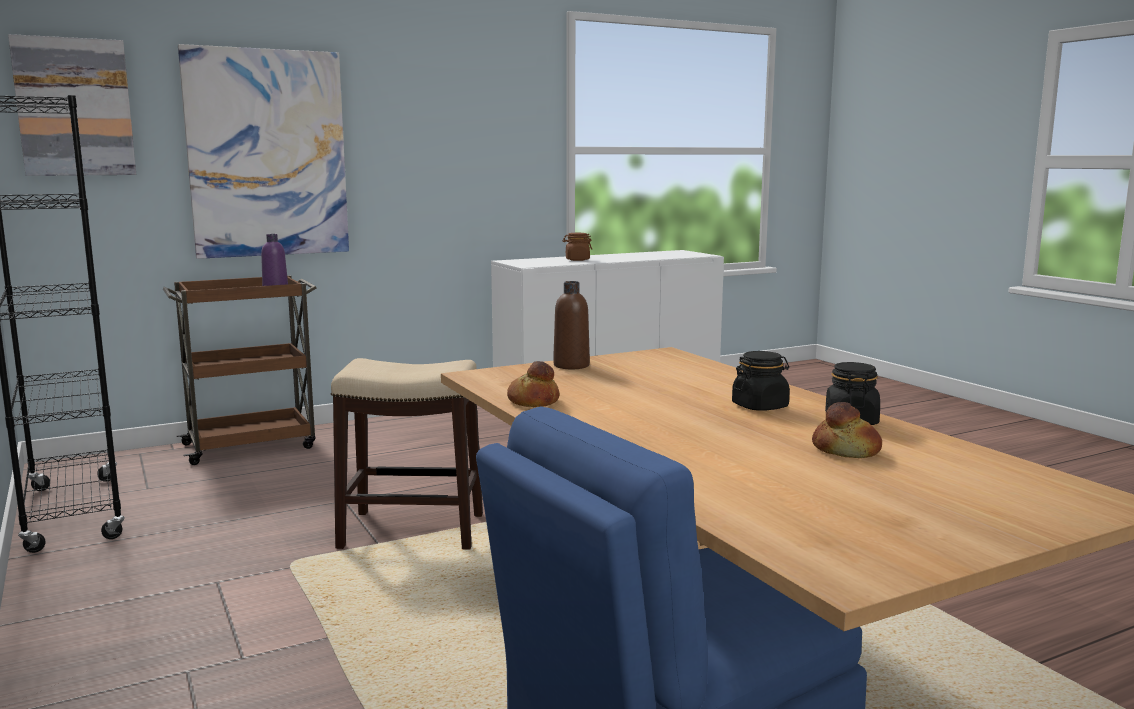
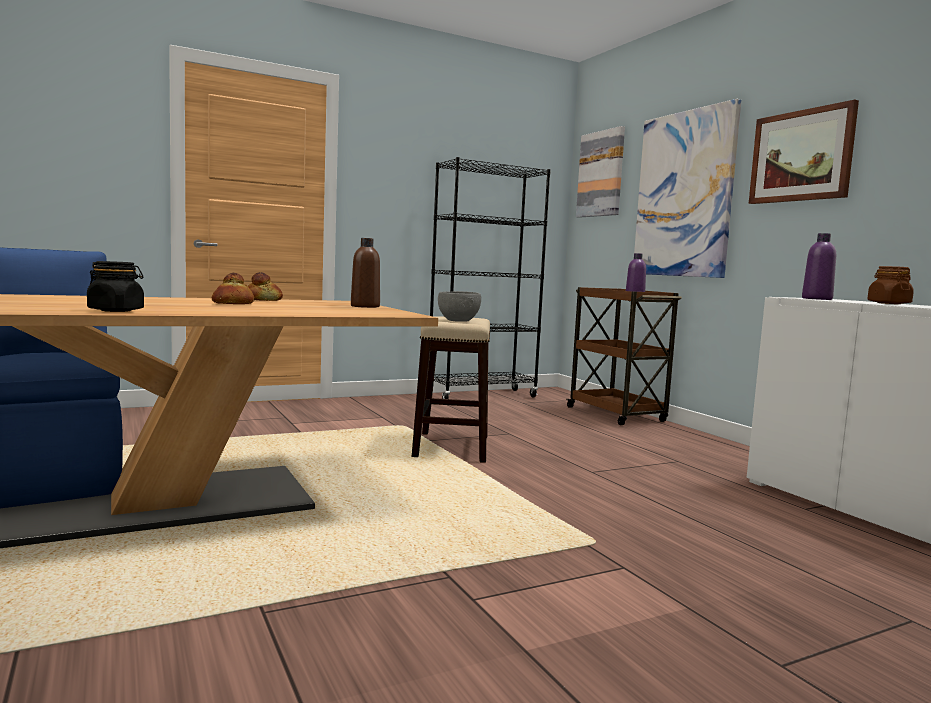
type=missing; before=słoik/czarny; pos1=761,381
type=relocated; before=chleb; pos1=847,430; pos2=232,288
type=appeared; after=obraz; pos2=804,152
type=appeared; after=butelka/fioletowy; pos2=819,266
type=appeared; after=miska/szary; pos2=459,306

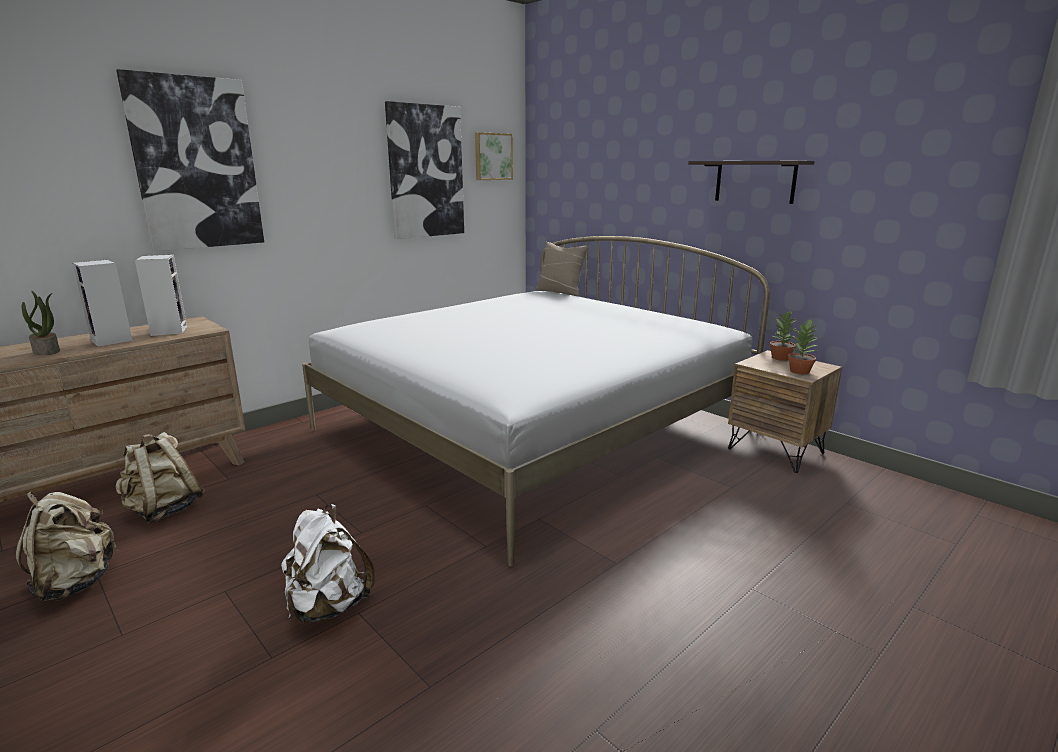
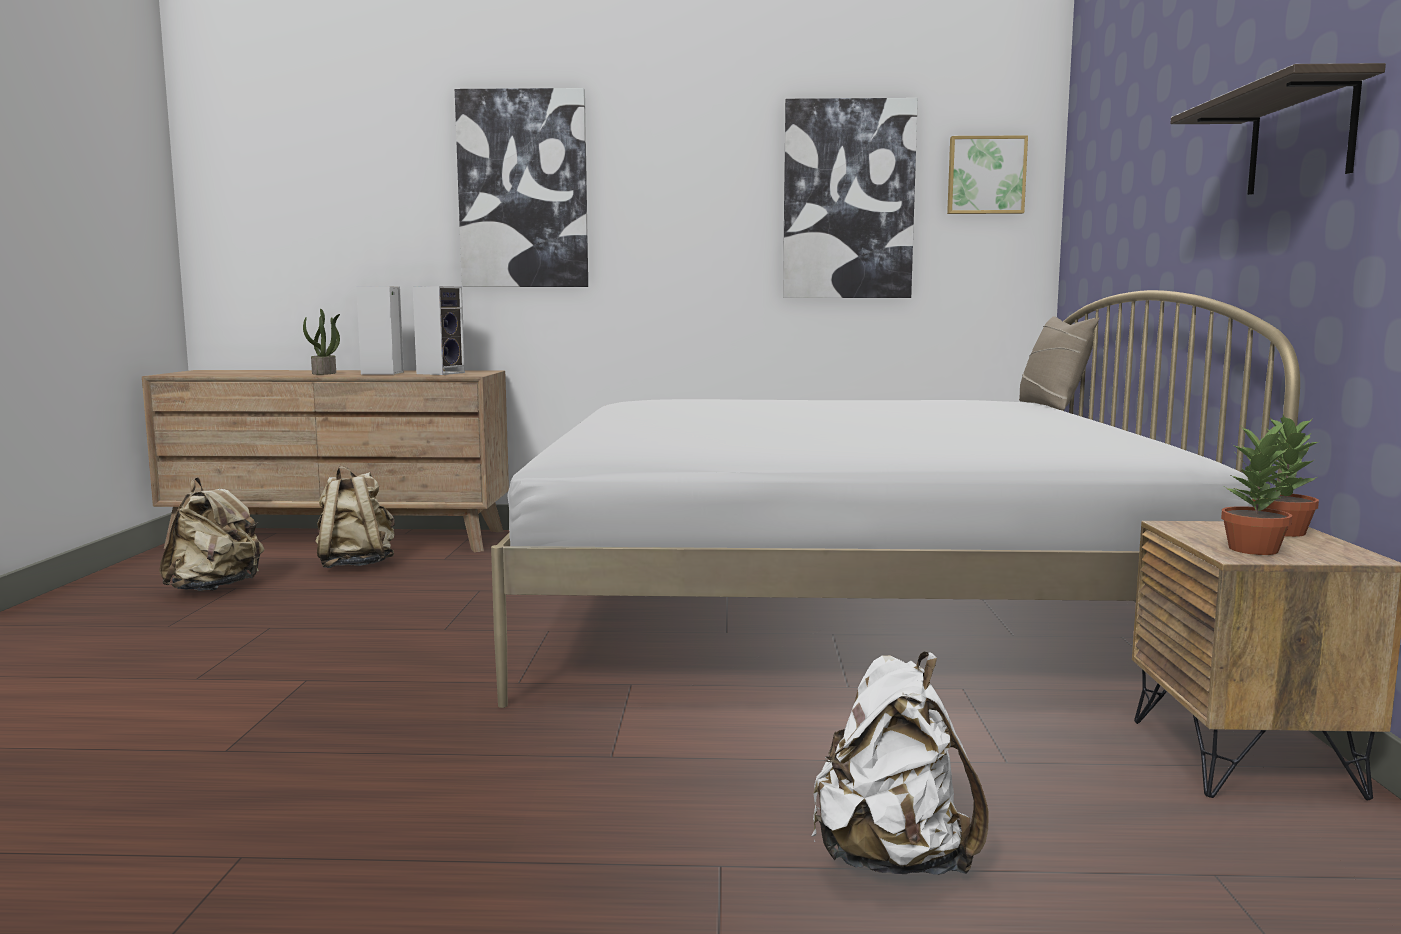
type=relocated; before=plecak/biały; pos1=328,564; pos2=900,763

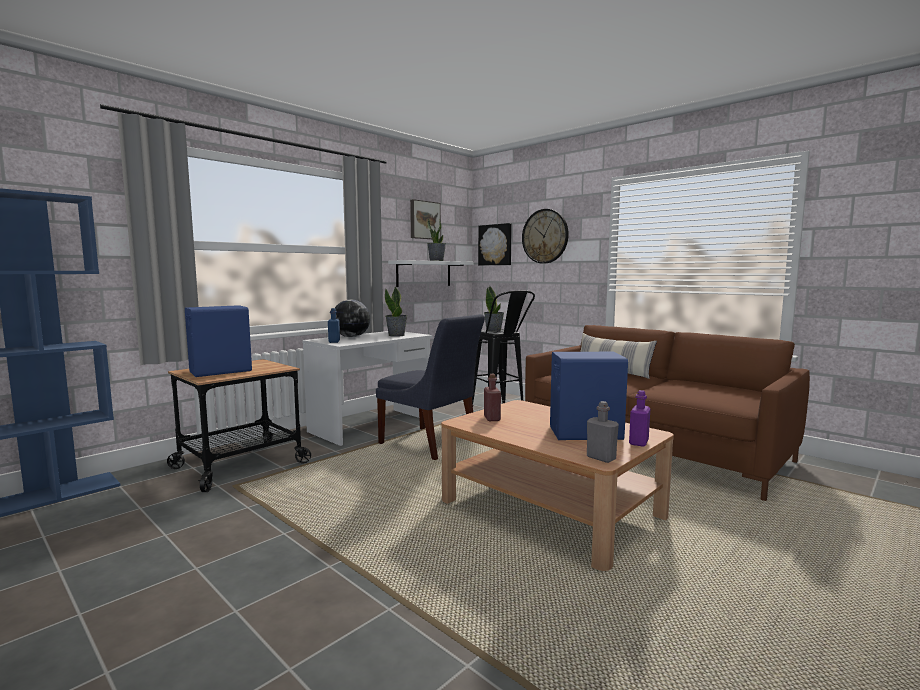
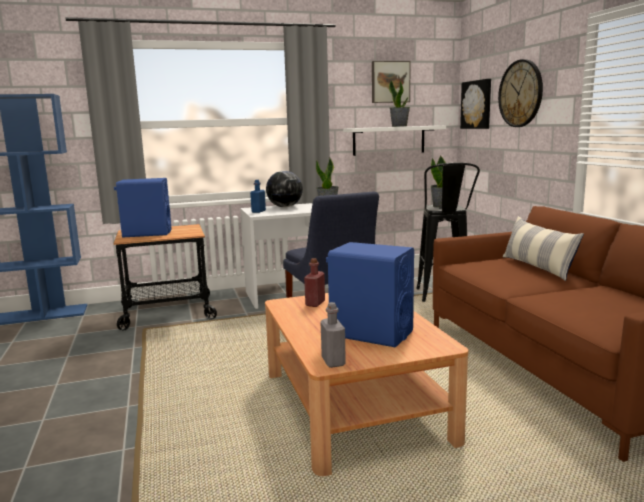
type=missing; before=butelka/fioletowy; pos1=639,418

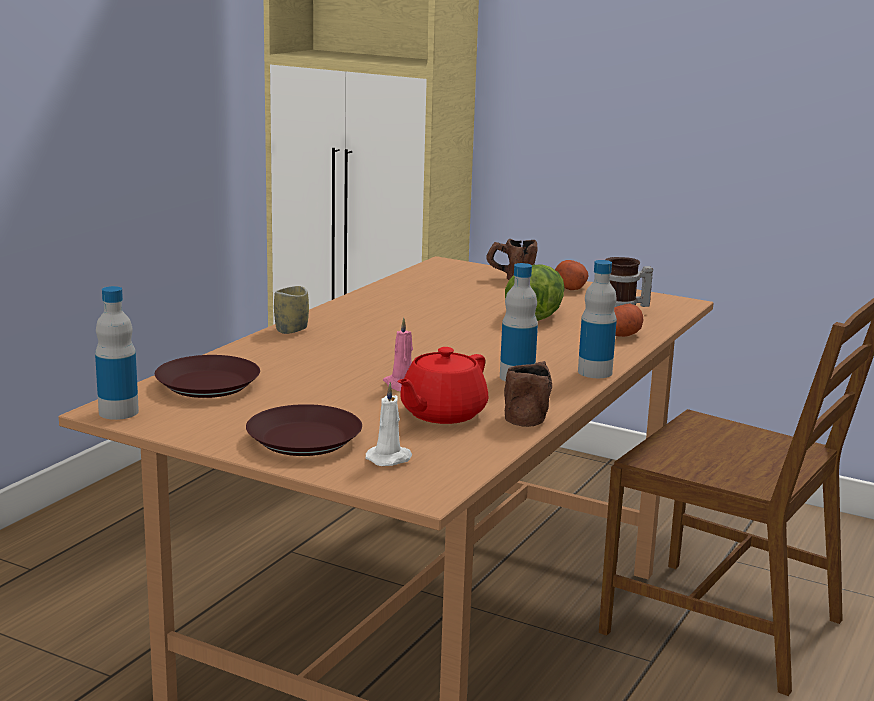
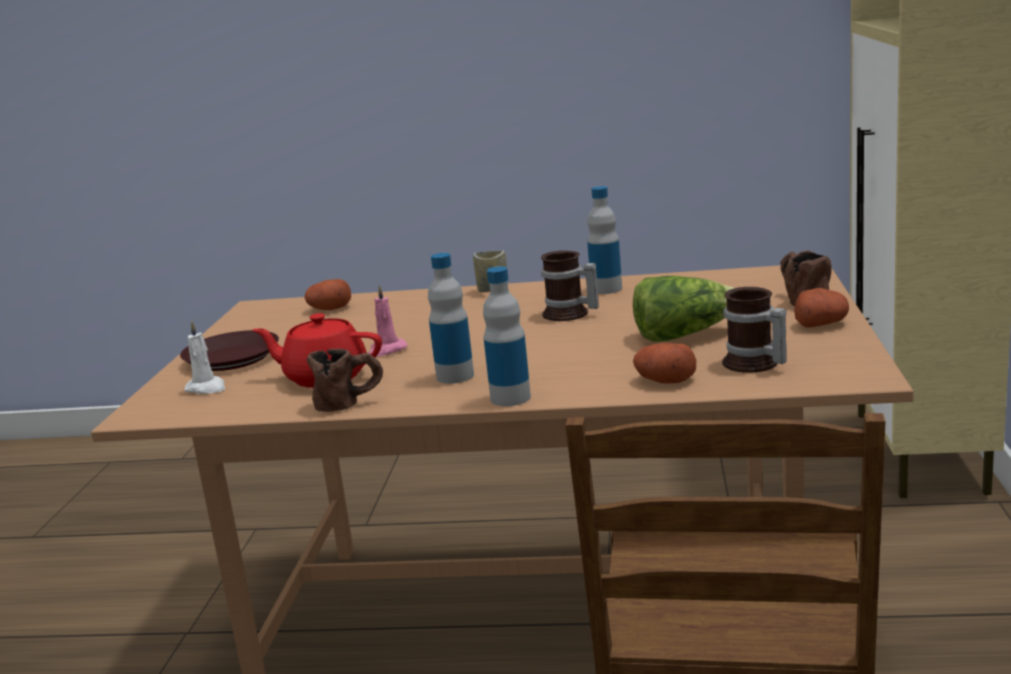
type=relocated; before=butelka; pos1=117,353; pos2=604,240
type=exchanged; before=talerz/brązowy; after=ziemniak; pos1=207,376; pos2=328,294
type=appeared; after=kubek; pos2=570,285

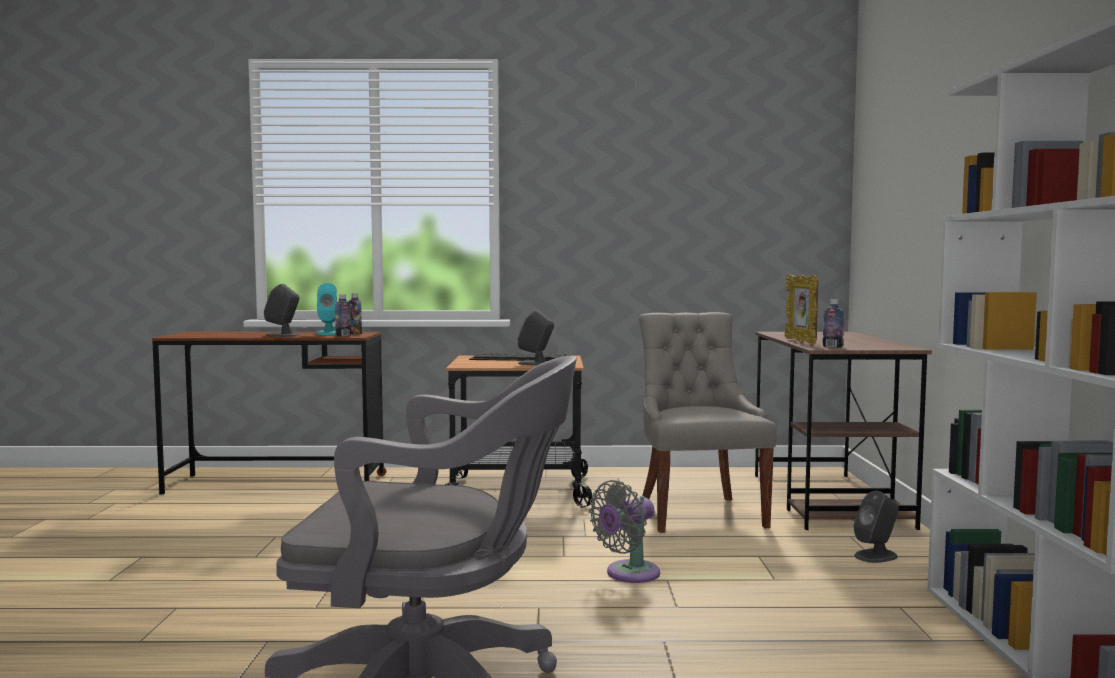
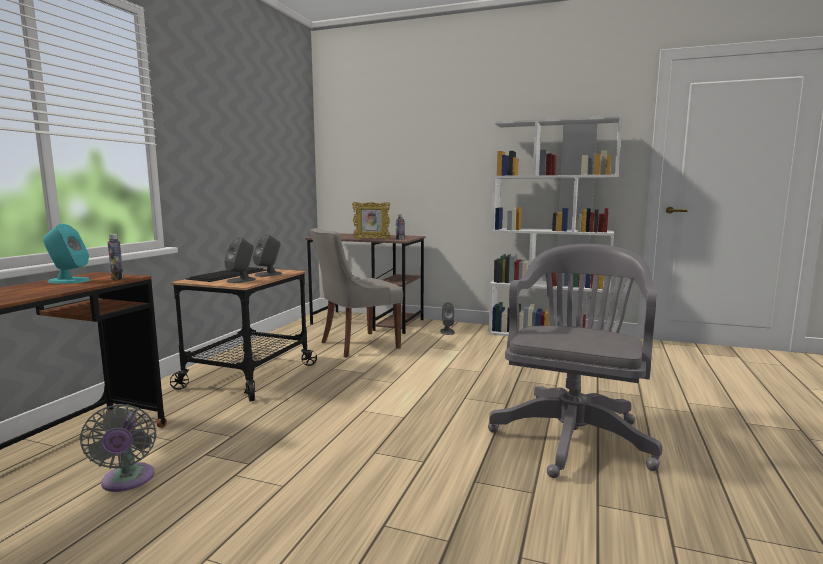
type=relocated; before=głośnik/szary; pos1=282,310; pos2=240,260
type=missing; before=butelka; pos1=355,313
type=spun; before=krzesło/szary; pos1=708,422; pos2=356,292; turn=-45
type=relocated; before=wentylator/szary; pos1=624,531; pos2=118,448

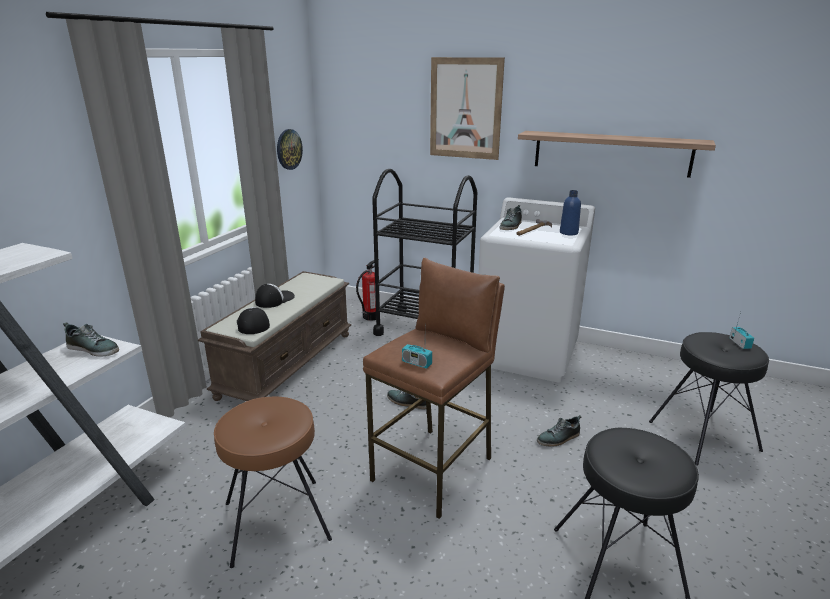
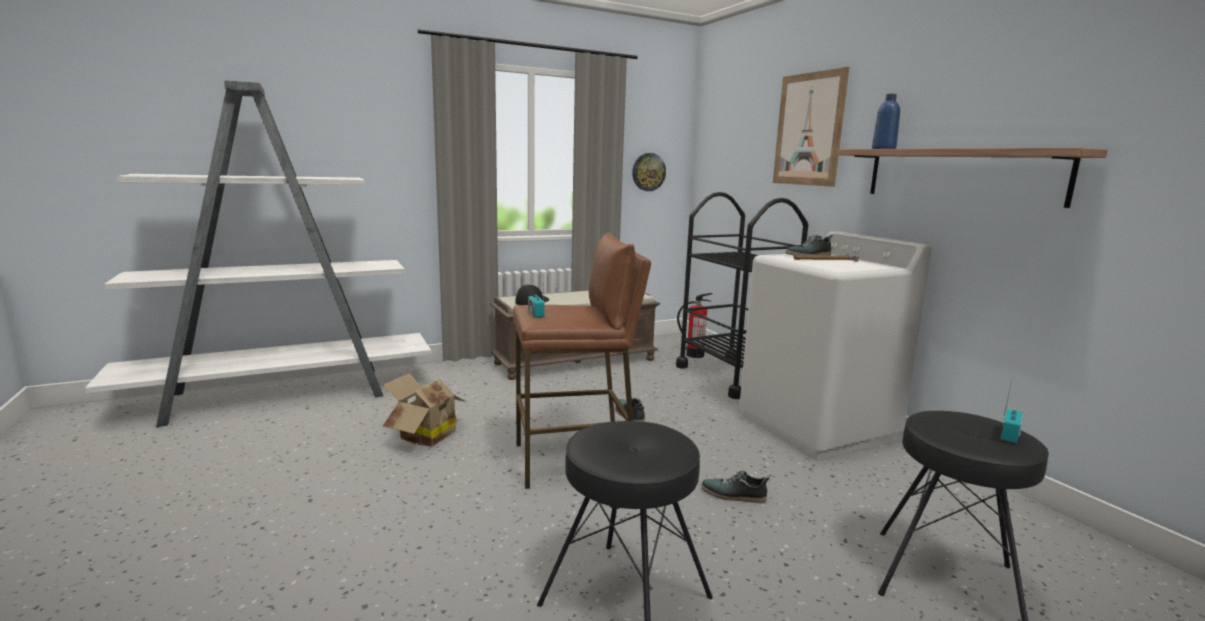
type=relocated; before=butelka/niebieski; pos1=570,212; pos2=886,121
type=missing; before=czapka z daszkiem; pos1=275,296
type=missing; before=but; pos1=91,339
type=exchanged; before=stołek/brązowy; after=karton; pos1=273,482; pos2=424,409

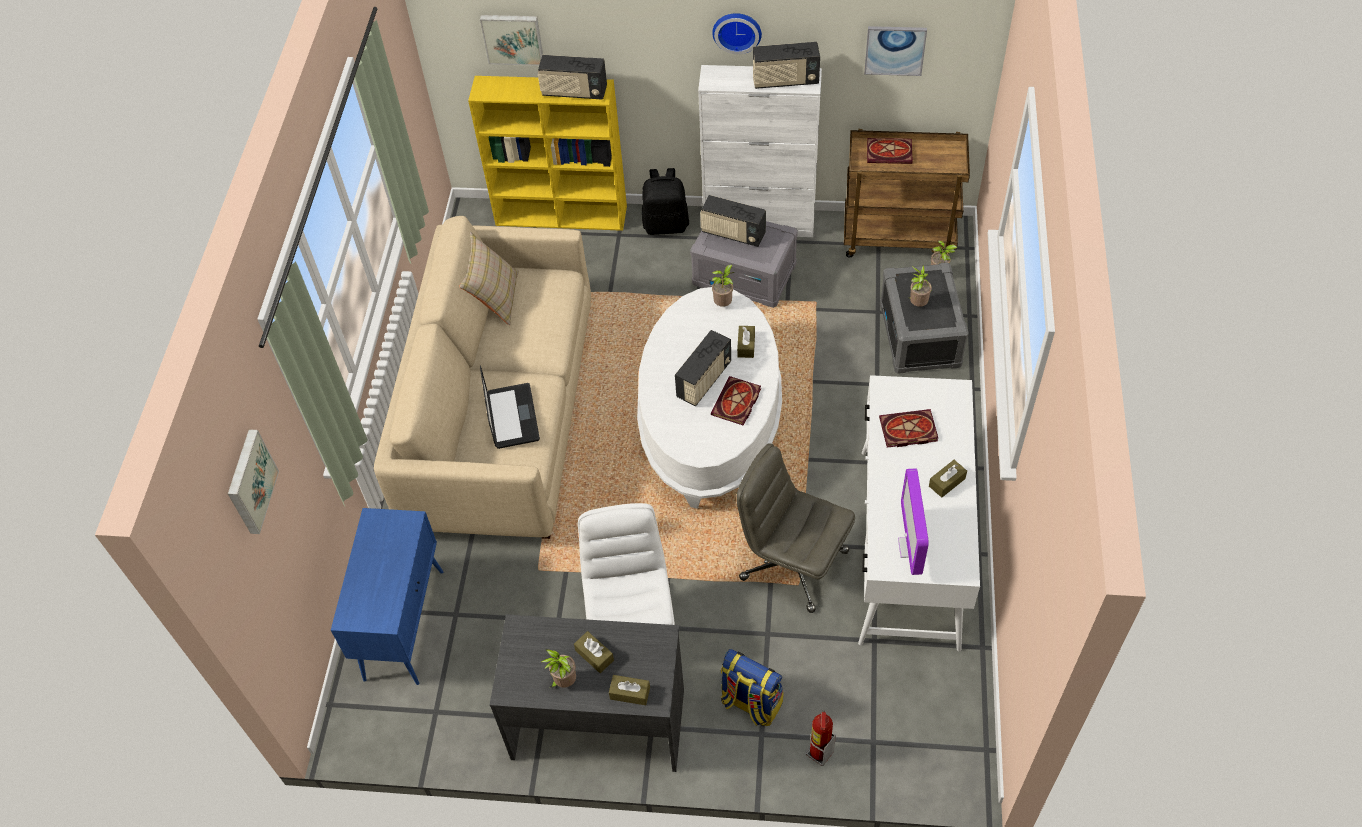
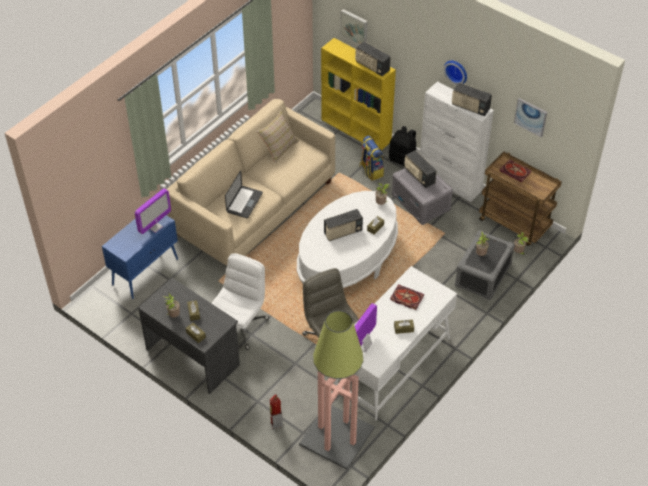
type=missing; before=książka; pos1=736,400
type=missing; before=obraz; pos1=253,481
type=relocated; before=plecak; pos1=752,687; pos2=371,158
type=appeared; after=monitor; pos2=153,211
type=appeared; after=lampa stojąca; pos2=337,390

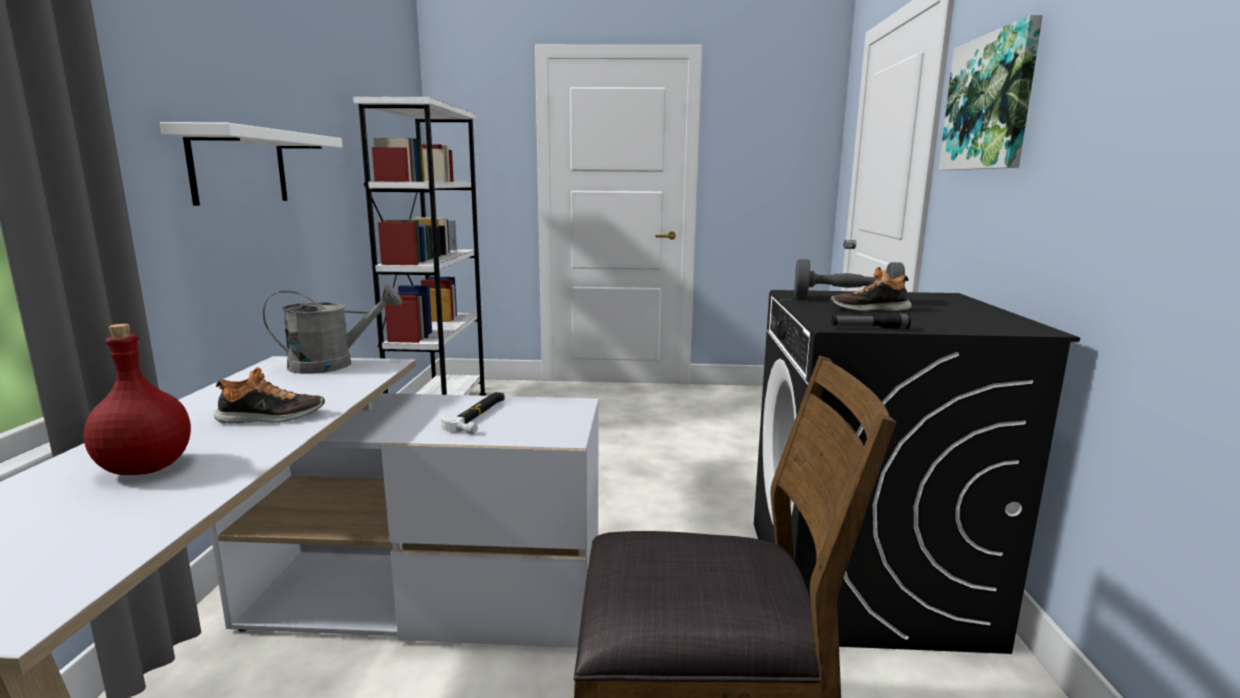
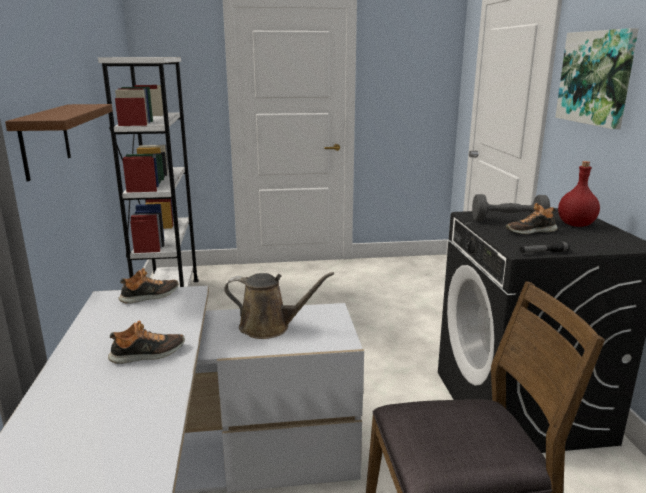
type=colour; before=półka/biały; after=półka/brązowy; pos1=251,164; pos2=59,142
type=exchanged; before=konewka/szary; after=but; pos1=332,329; pos2=149,286
type=relocated; before=butelka/czerwony; pos1=137,399; pos2=579,194
type=exchanged; before=młotek; after=konewka/brązowy; pos1=473,413; pos2=279,305

